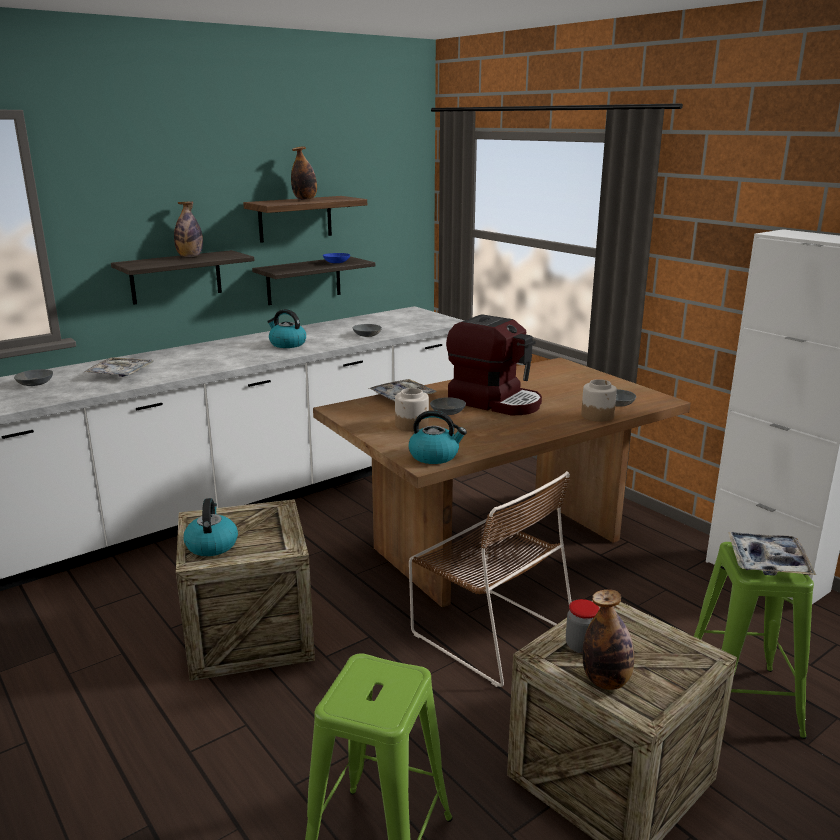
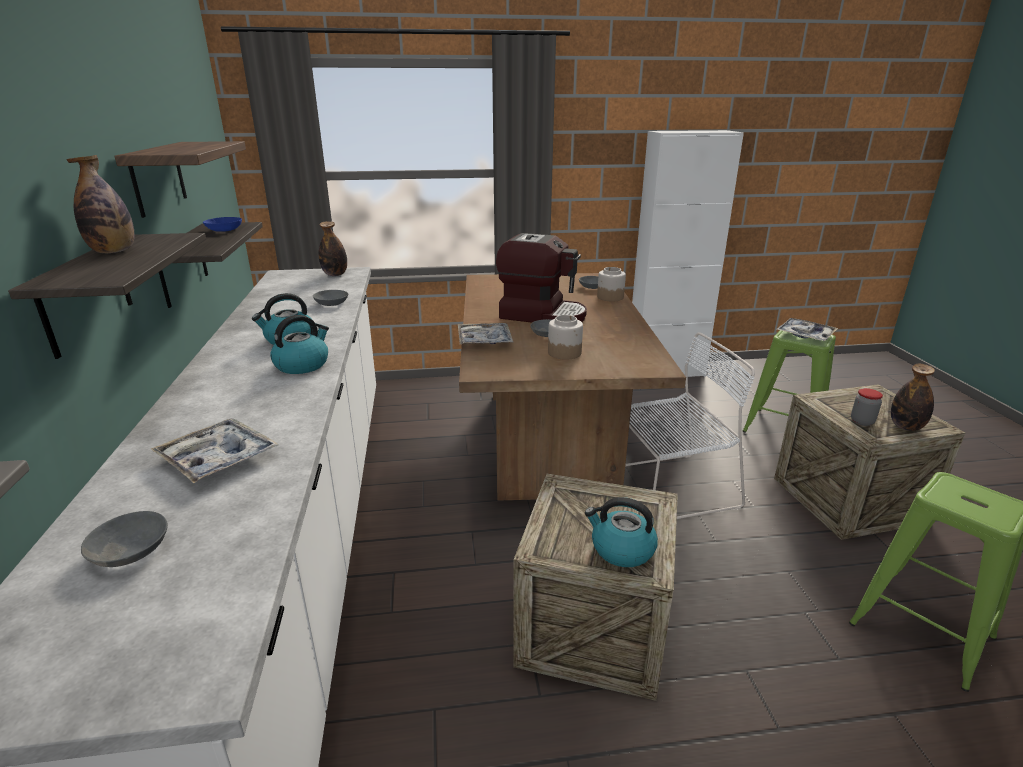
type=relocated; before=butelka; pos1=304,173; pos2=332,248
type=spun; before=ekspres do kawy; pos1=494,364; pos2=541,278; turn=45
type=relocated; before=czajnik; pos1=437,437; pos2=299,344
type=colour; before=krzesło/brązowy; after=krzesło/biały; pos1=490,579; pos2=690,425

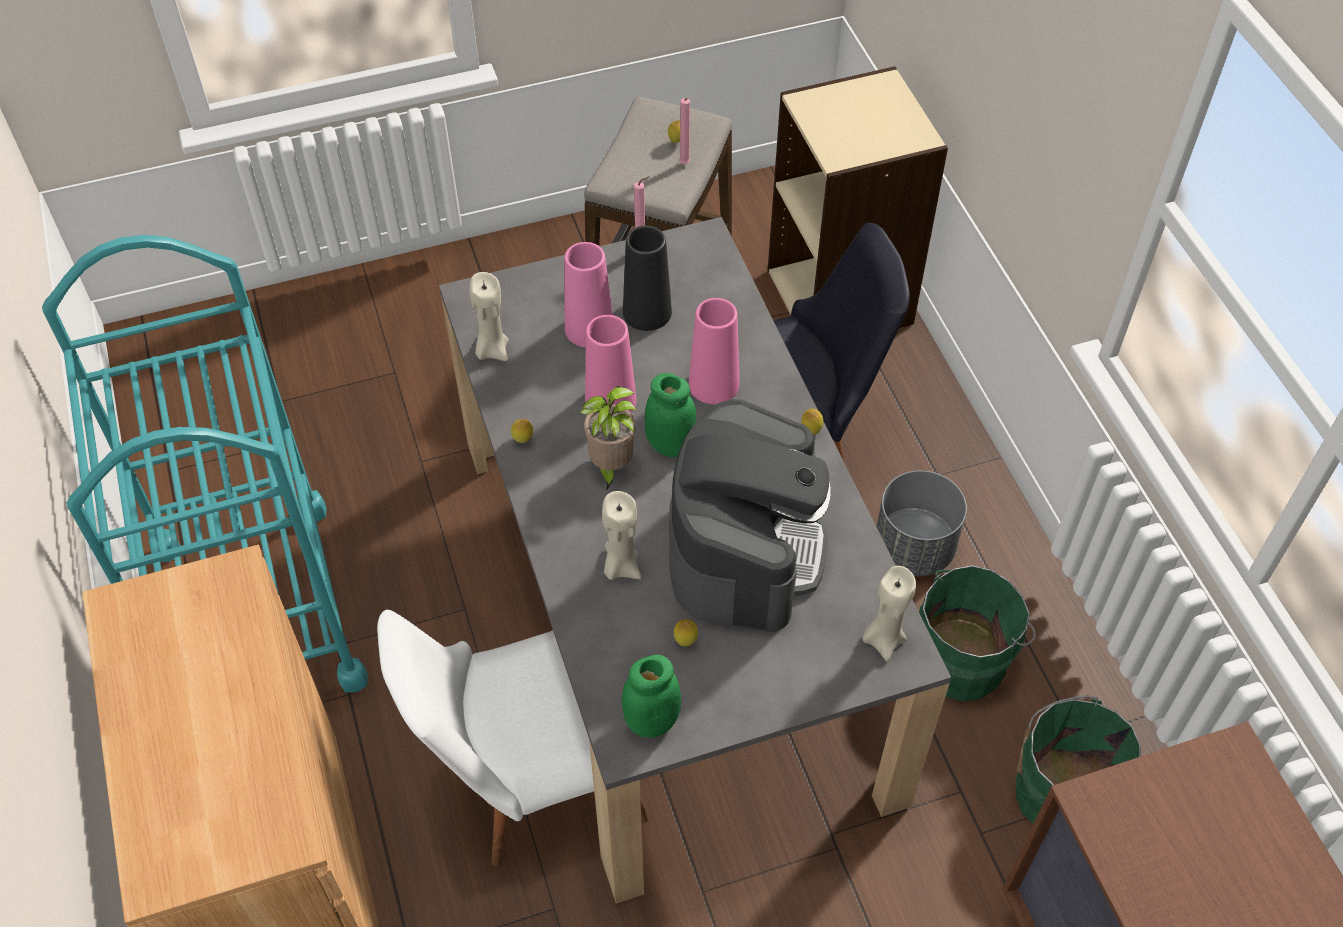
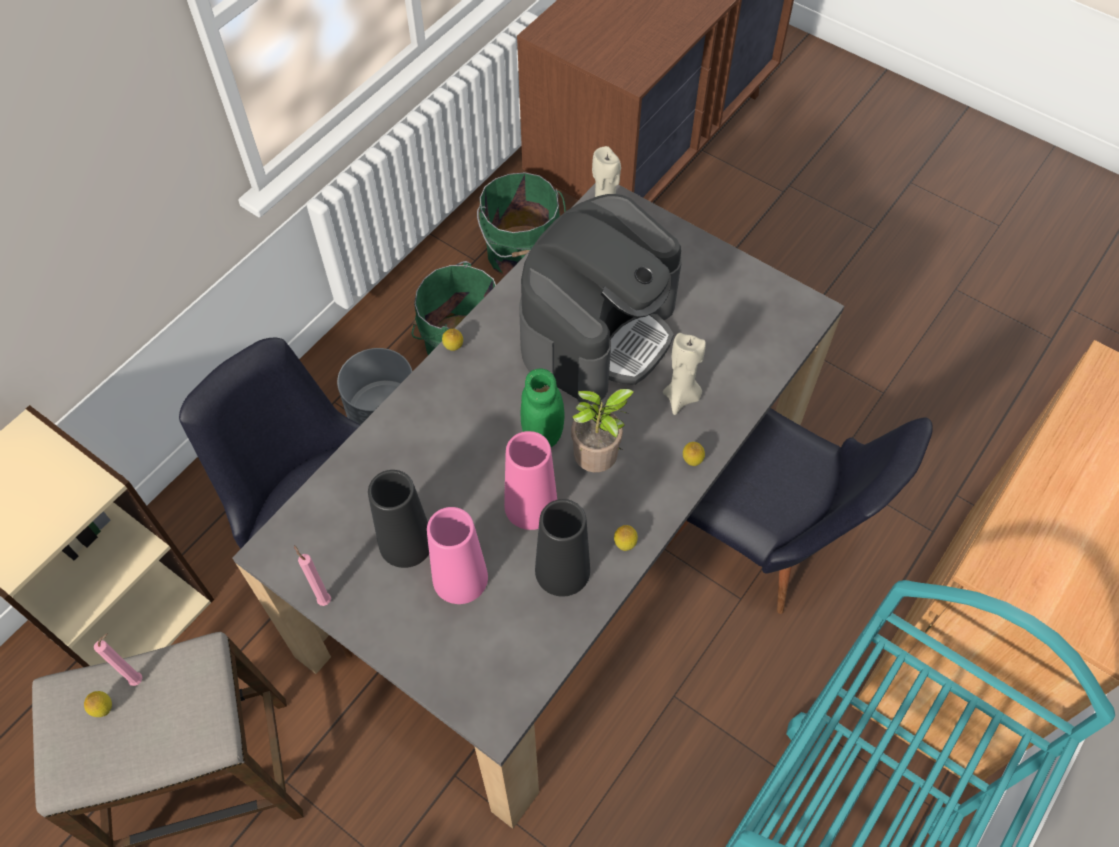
type=missing; before=świeca/beżowy; pos1=489,316
type=missing; before=wazon/różowy; pos1=714,351
type=spun; before=ekspres do kawy; pos1=750,515; pos2=600,299; turn=150
type=colour; before=krzesło/biały; after=krzesło/czarny; pos1=513,738; pos2=800,511
type=relocated; before=cytryna; pos1=686,632; pos2=694,454
type=missing; before=słoik/zielony; pos1=651,696
type=appeared; after=wazon/czarny; pos2=562,548

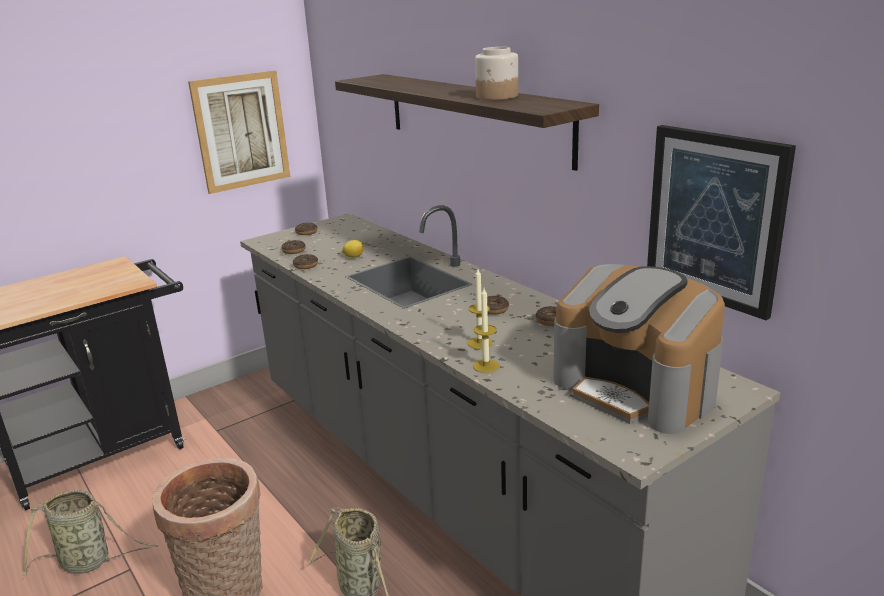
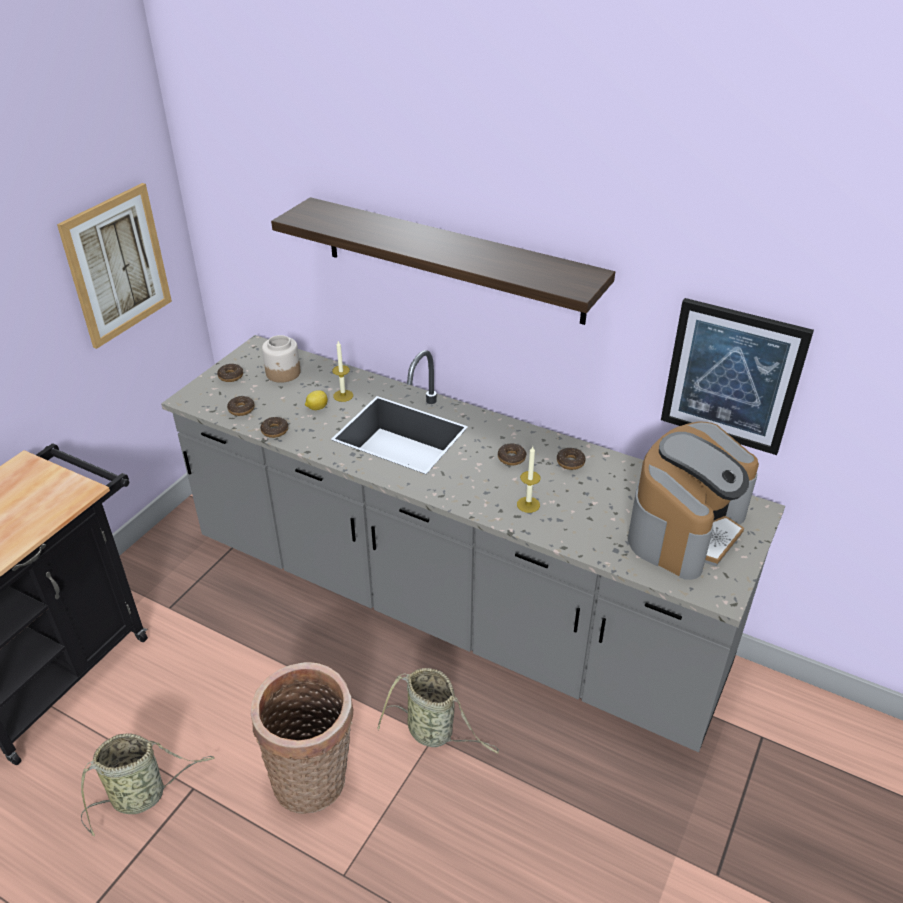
type=relocated; before=słoik; pos1=496,73; pos2=281,359
type=spun; before=ekspres do kawy; pos1=639,349; pos2=693,501; turn=-75
type=relocated; before=świeca; pos1=486,330; pos2=342,371

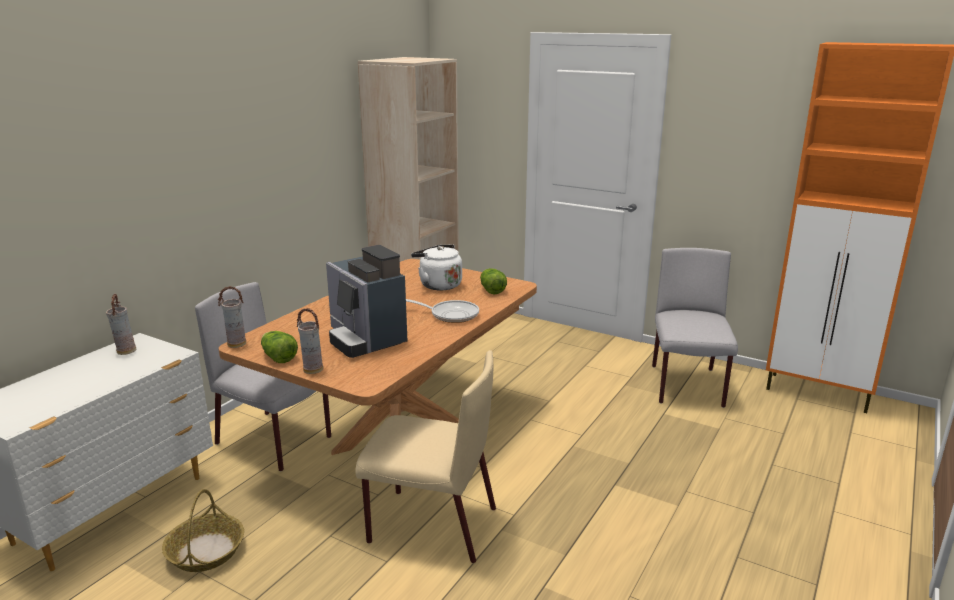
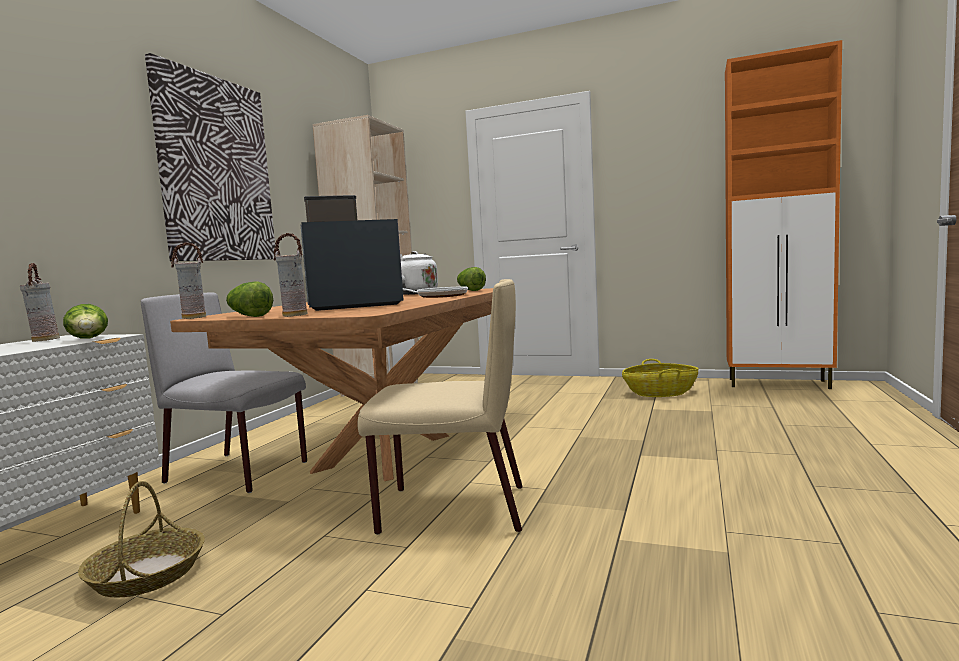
type=spun; before=ekspres do kawy; pos1=366,301; pos2=352,253; turn=120
type=exchanged; before=krzesło/szary; after=koszyk; pos1=695,328; pos2=660,378
type=appeared; after=obraz; pos2=210,157
type=appeared; after=sałata; pos2=85,321

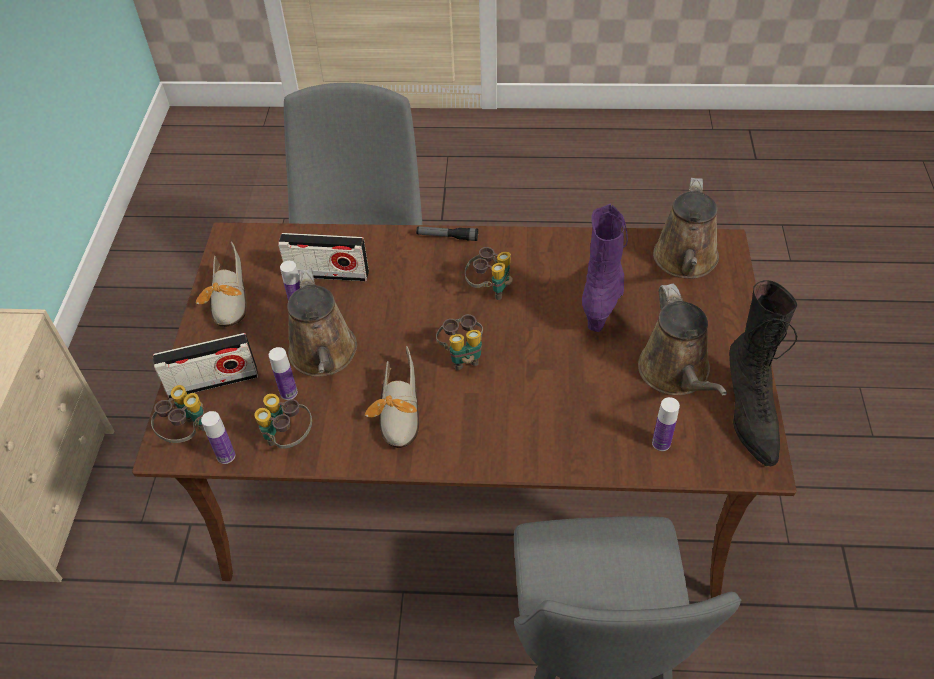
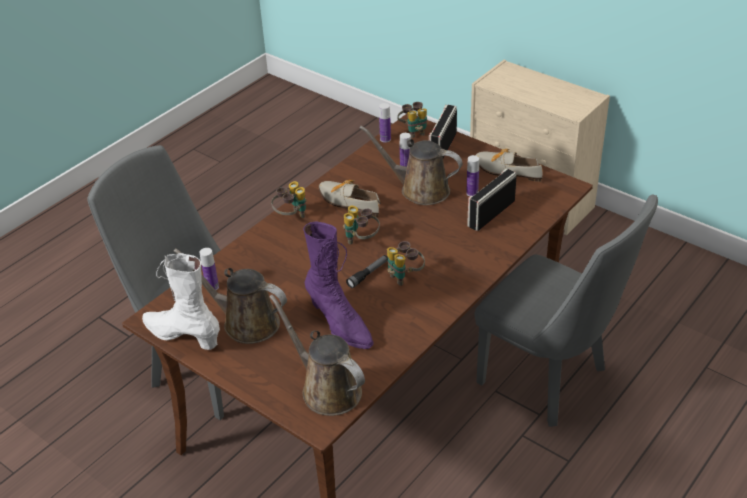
type=relocated; before=latarka; pos1=447,233; pos2=367,271
type=colour; before=but z cholewką/czarny; after=but z cholewką/biały; pos1=763,373; pos2=181,301
type=relocated; before=lornetka; pos1=283,421; pos2=289,199

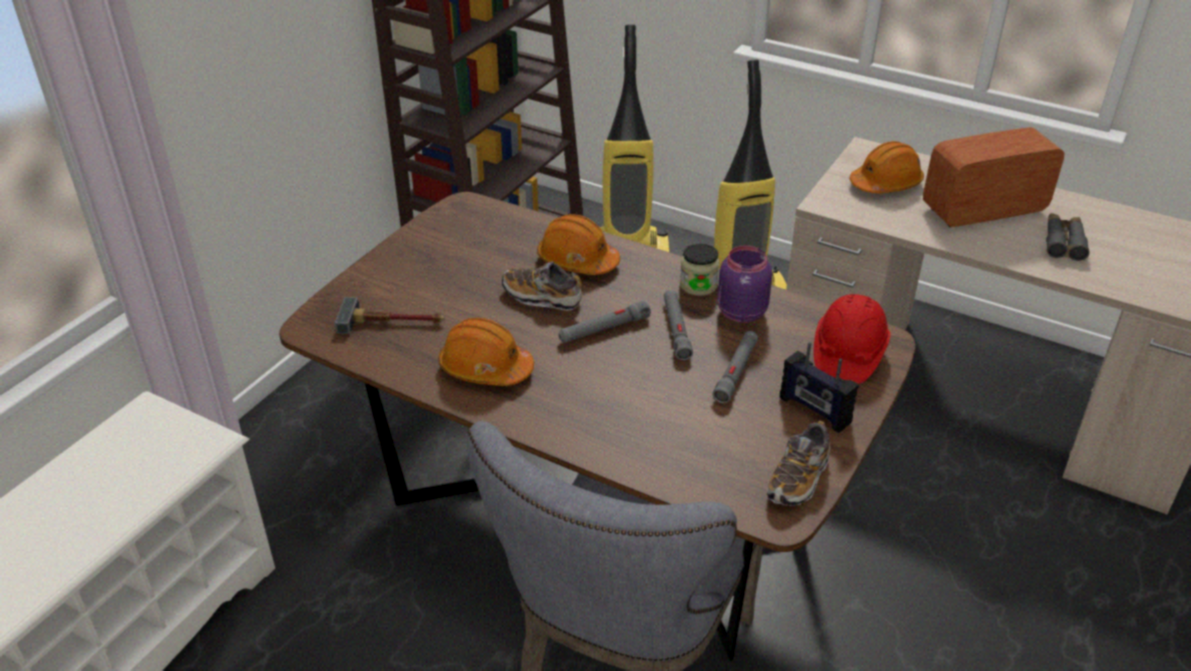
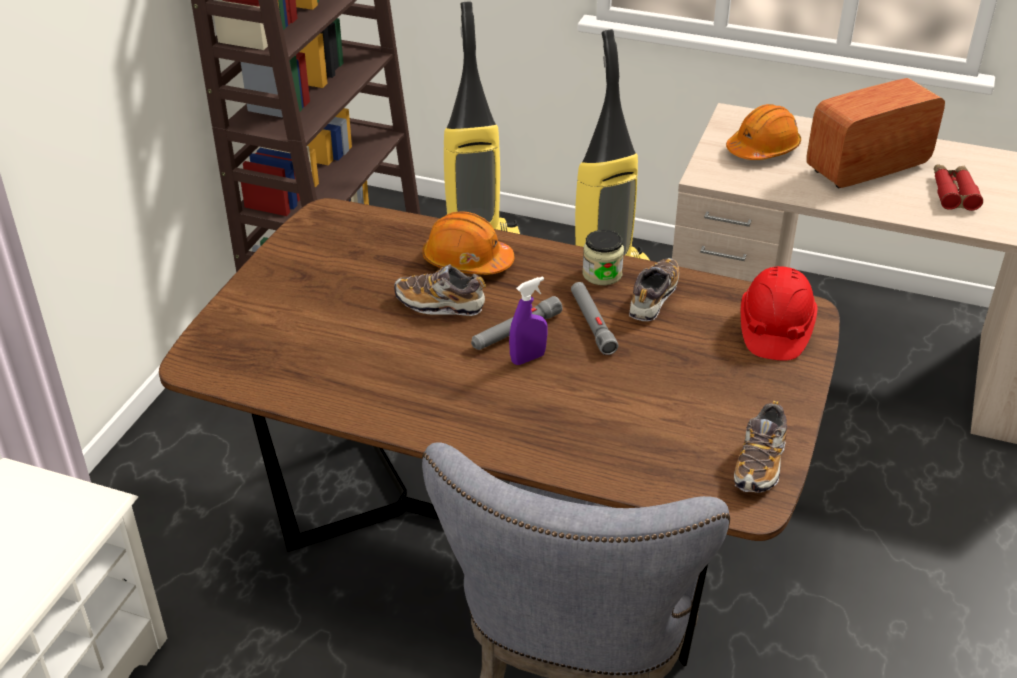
type=colour; before=lornetka/szary; after=lornetka/czerwony; pos1=1068,237; pos2=958,187
type=exchanged; before=słoik/fioletowy; after=but; pos1=744,284; pos2=654,289
type=missing; before=młotek; pos1=390,315
type=missing; before=kask/pomarańczowy; pos1=486,352
type=missing; before=latarka/szary; pos1=735,367
type=missing; before=radio; pos1=819,387
type=appeared; after=spryskiwacz/fioletowy; pos2=528,320

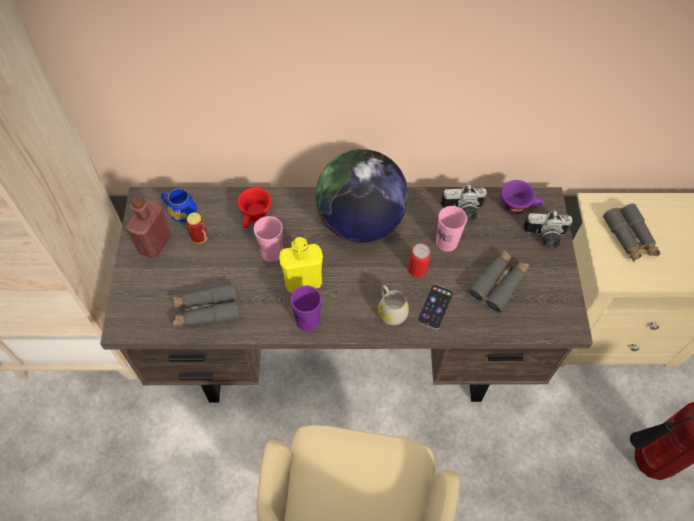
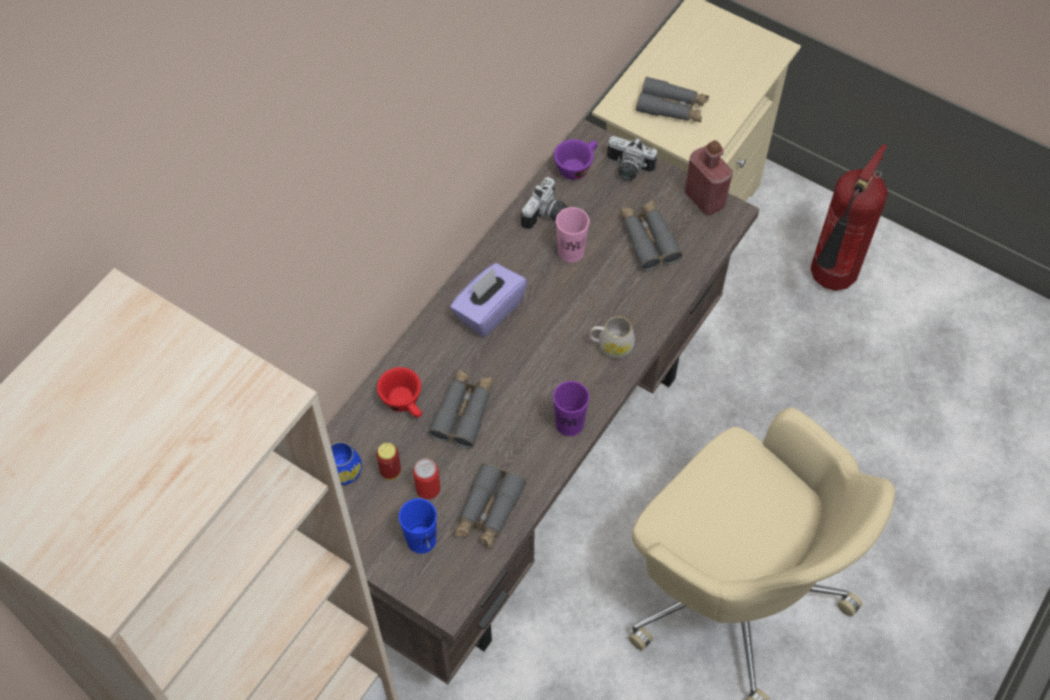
type=exchanged; before=globus; after=pudełko chusteczek/fioletowy; pos1=362,196; pos2=488,300
type=relocated; before=butelka/czerwony; pos1=148,227; pos2=709,177
type=spun; before=aparat fotograficzny; pos1=547,229; pos2=632,158; turn=75
type=exchanged; before=filiżanka/różowy; after=lornetka/szary; pos1=268,239; pos2=460,408
type=missing; before=butelka/żółty; pos1=301,265
type=relocated; before=puszka; pos1=419,261; pos2=427,478
type=missing; before=telefon; pos1=435,307
type=appeared; after=filiżanka/niebieski; pos2=418,526

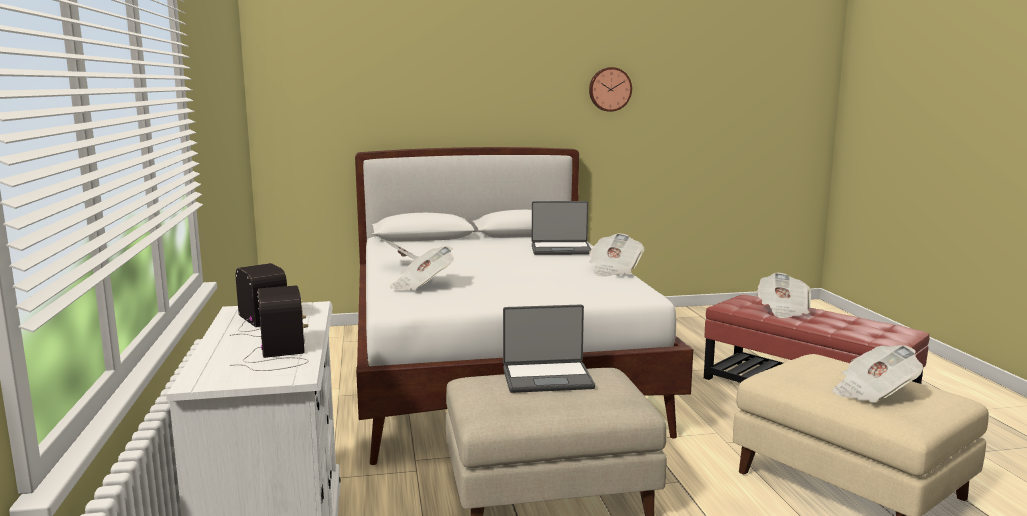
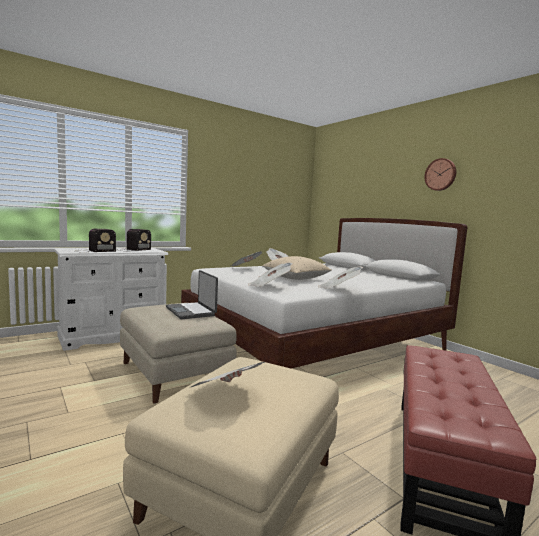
type=relocated; before=zegar ścienny; pos1=610,89; pos2=440,174
type=missing; before=laptop; pos1=561,228
type=relocated; before=gazeta; pos1=783,295; pos2=270,274
type=appeared; after=poduszka/beżowy; pos2=297,268

